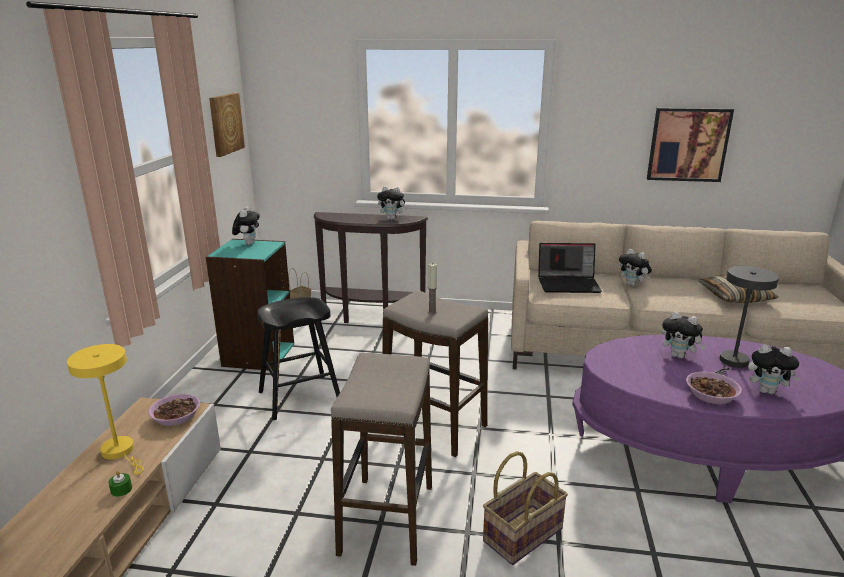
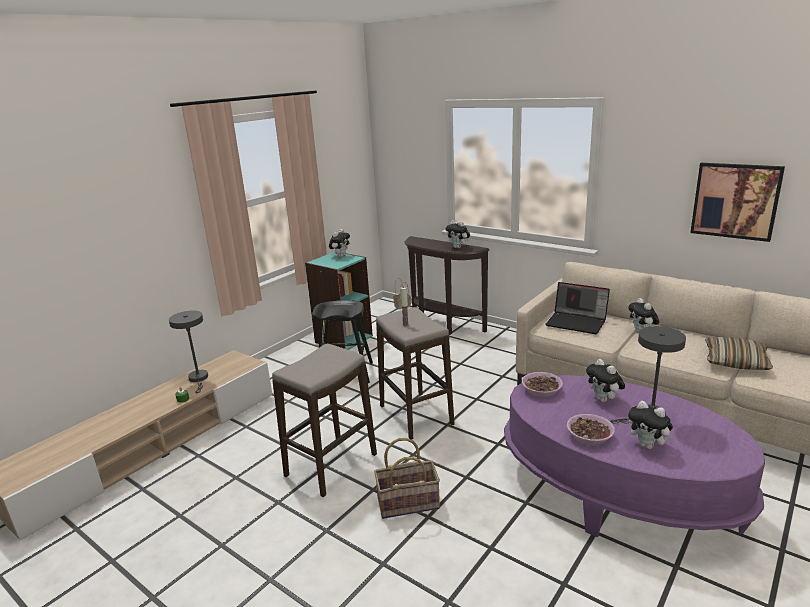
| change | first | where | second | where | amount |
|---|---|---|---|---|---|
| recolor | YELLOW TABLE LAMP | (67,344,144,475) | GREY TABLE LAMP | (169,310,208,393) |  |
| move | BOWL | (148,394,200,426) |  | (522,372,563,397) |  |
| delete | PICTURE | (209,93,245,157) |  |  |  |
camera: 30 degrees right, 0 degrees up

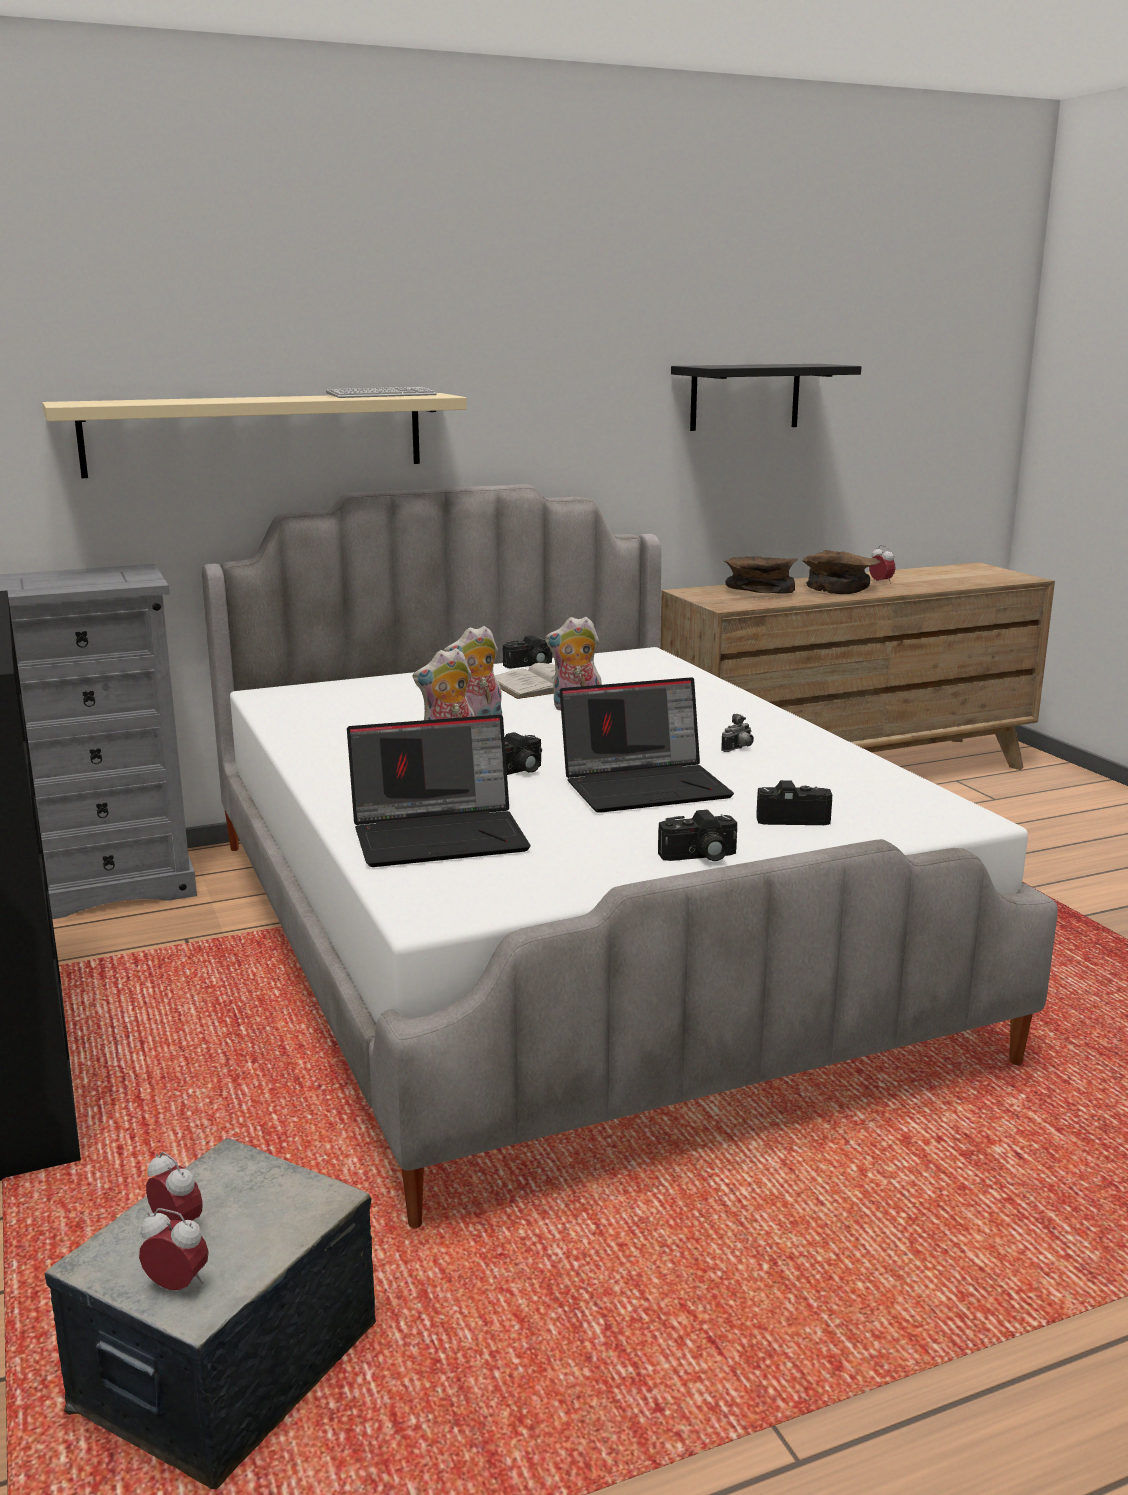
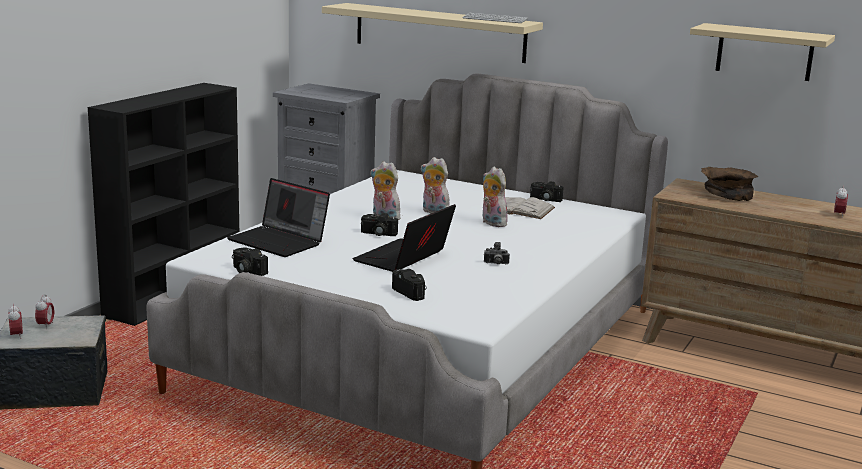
| change | first | where | second | where | amount |
|---|---|---|---|---|---|
| move | PHOTO CAMERA | (658,810,737,861) |  | (232,247,268,276) |  |
| rotate | LAPTOP | (560,677,734,813) |  | (353,204,456,272) | 90 degrees clockwise |
| recolor | BLACK SHELF | (671,364,861,431) | BEIGE SHELF | (690,23,835,81) |  |
| delete | BROWN BOWL | (803,550,881,594) |  |  |  |
camera: 50 degrees right, 0 degrees up

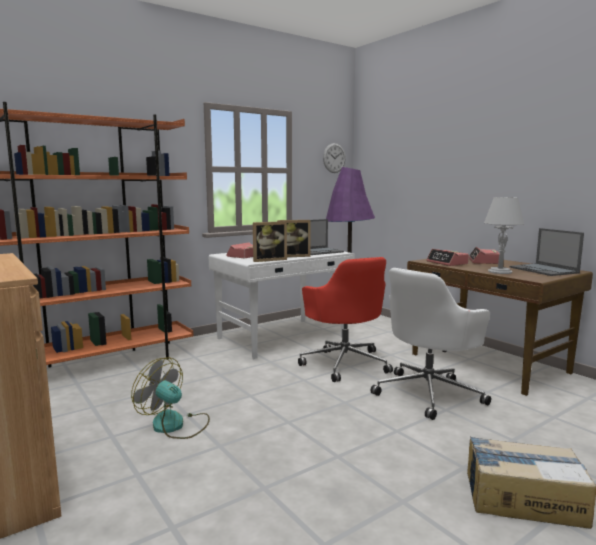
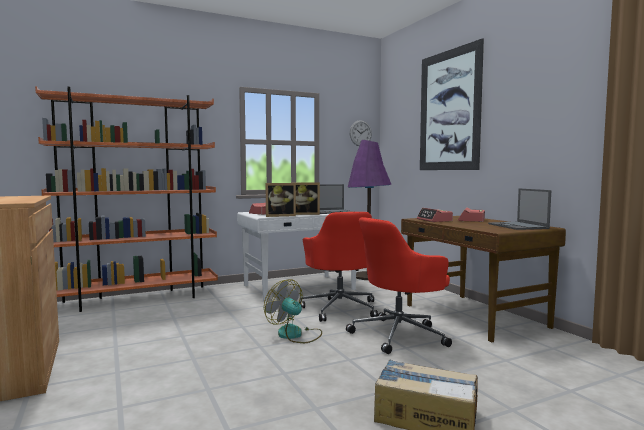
| change | first | where | second | where | amount |
|---|---|---|---|---|---|
| move | FAN | (131,357,210,439) |  | (264,279,322,343) |  |
| recolor | WHITE OFFICE CHAIR | (371,268,491,420) | RED OFFICE CHAIR | (346,217,452,354) |  |
| insert |  |  | PICTURE | (420,38,484,170) |  |
| delete | GREY TABLE LAMP | (484,197,524,274) |  |  |  |
camera: 10 degrees right, 5 degrees down

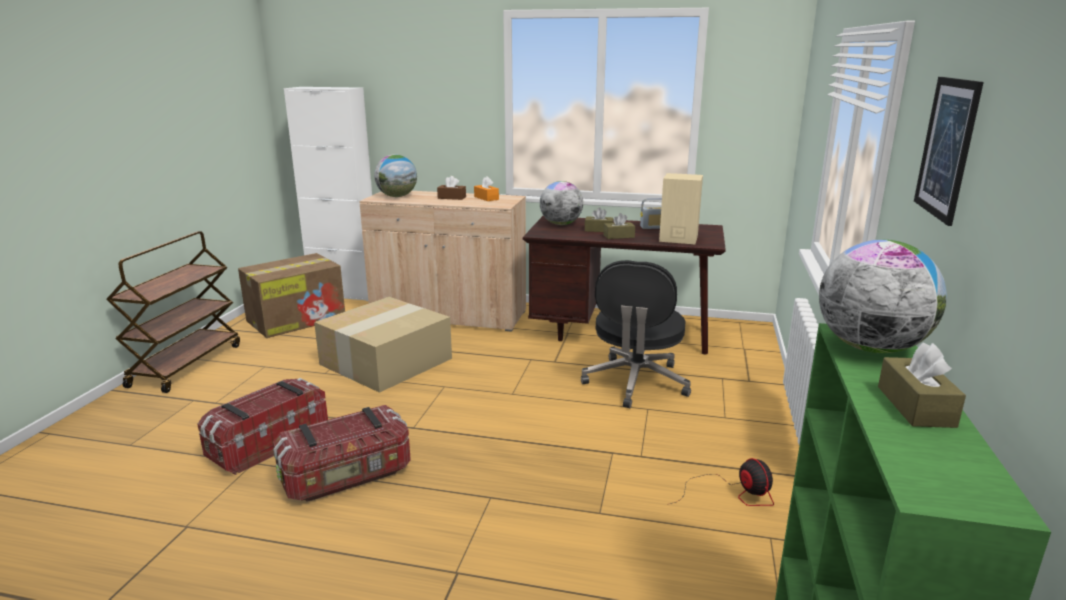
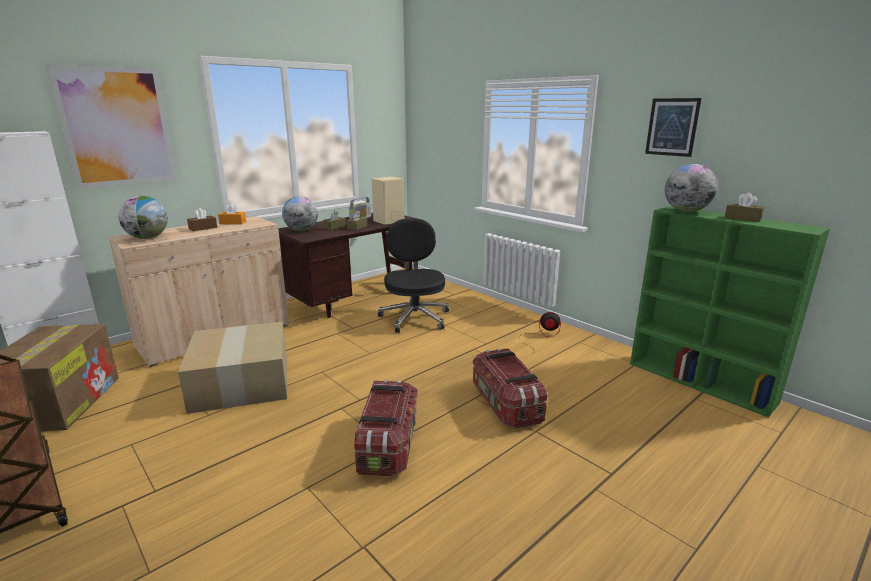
| change | first | where | second | where | amount |
|---|---|---|---|---|---|
| insert |  |  | PICTURE | (46,64,177,189) |  |
| rotate | BLACK OFFICE CHAIR | (581,260,691,408) |  | (378,218,449,333) | 150 degrees counterclockwise |
| move | STORAGE BOX | (198,378,328,475) |  | (473,348,547,429) |  |
camera: 55 degrees left, 0 degrees up

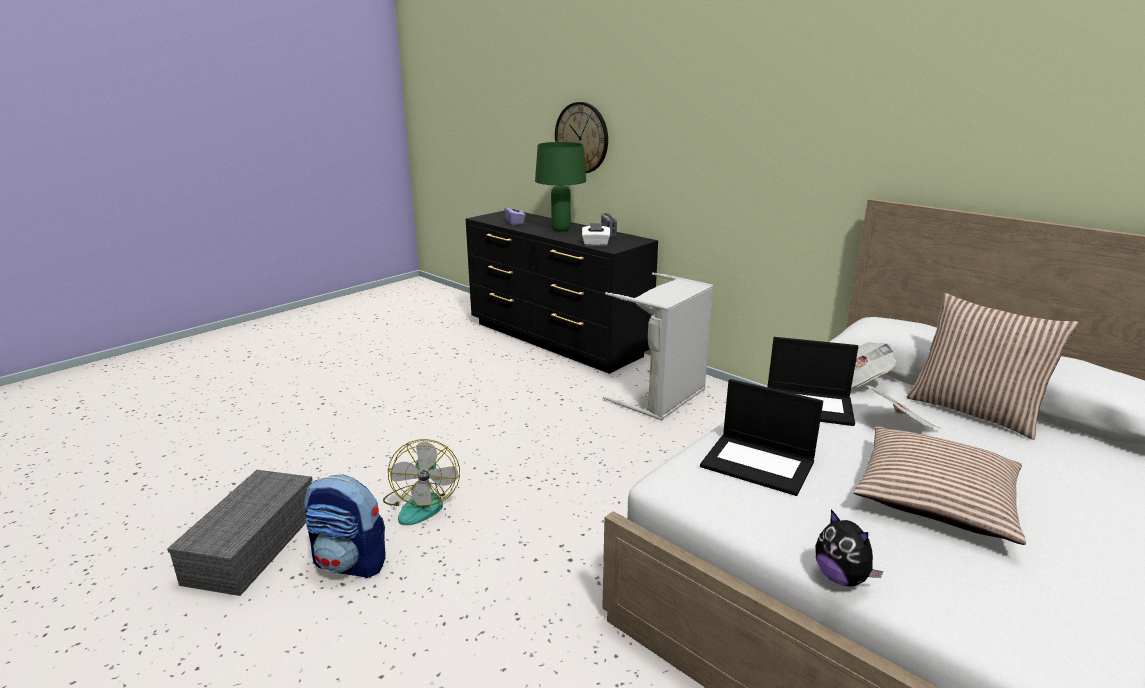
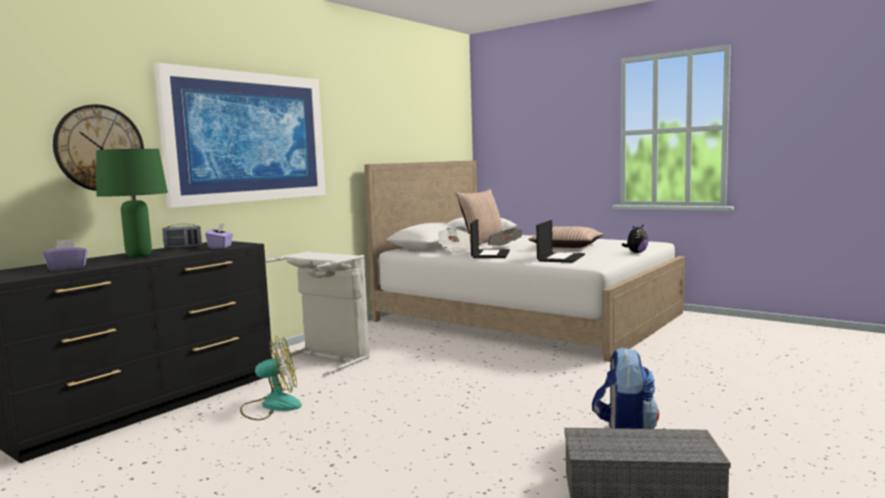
| change | first | where | second | where | amount |
|---|---|---|---|---|---|
| insert |  |  | PICTURE | (153,63,326,208) |  |
| recolor | WHITE TISSUE BOX | (582,223,610,246) | PURPLE TISSUE BOX | (205,223,233,249) |  |
| move | FAN | (383,439,460,525) |  | (240,336,302,420) |  |
camera: 95 degrees left, 15 degrees down

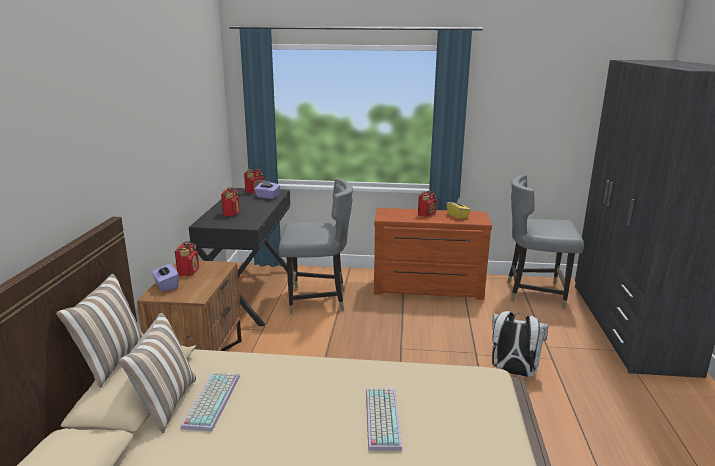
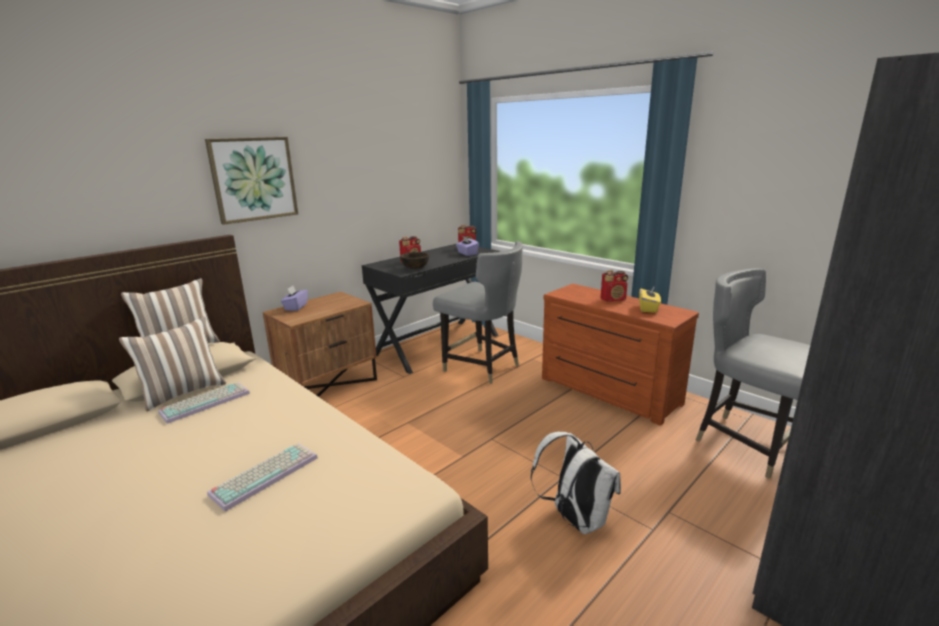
| change | first | where | second | where | amount |
|---|---|---|---|---|---|
| insert |  |  | PICTURE | (205,137,298,225) |  |
| insert |  |  | BROWN BOWL | (400,252,429,269) |  |
| delete | RADIO | (175,241,199,276) |  |  |  |
camera: 40 degrees right, 0 degrees up

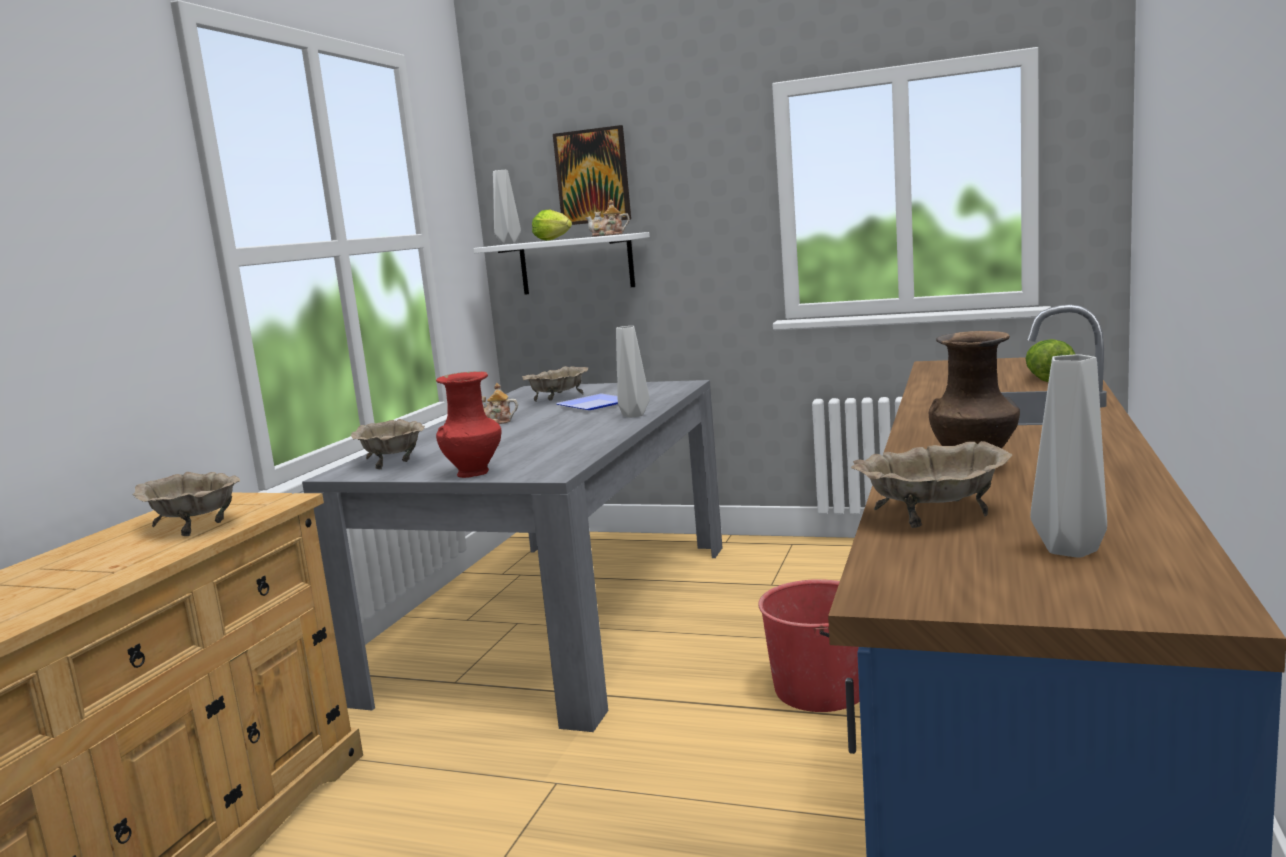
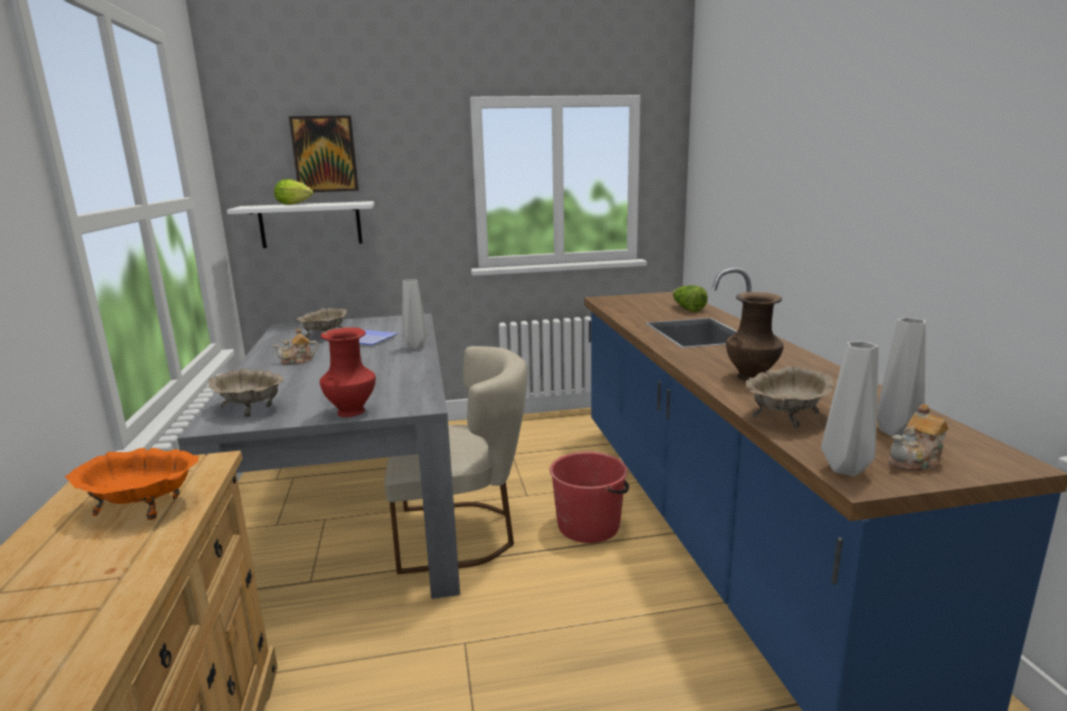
| change | first | where | second | where | amount |
|---|---|---|---|---|---|
| recolor | BEIGE BOWL | (132,472,240,536) | ORANGE BOWL | (65,448,199,520) |  |
| insert |  |  | BEIGE CHAIR | (384,346,528,574) |  |
| move | GREY VASE | (493,170,521,245) |  | (821,341,879,476) |  |
| move | TEAPOT | (585,200,630,237) |  | (888,404,948,471) |  |
camera: 30 degrees left, 5 degrees up

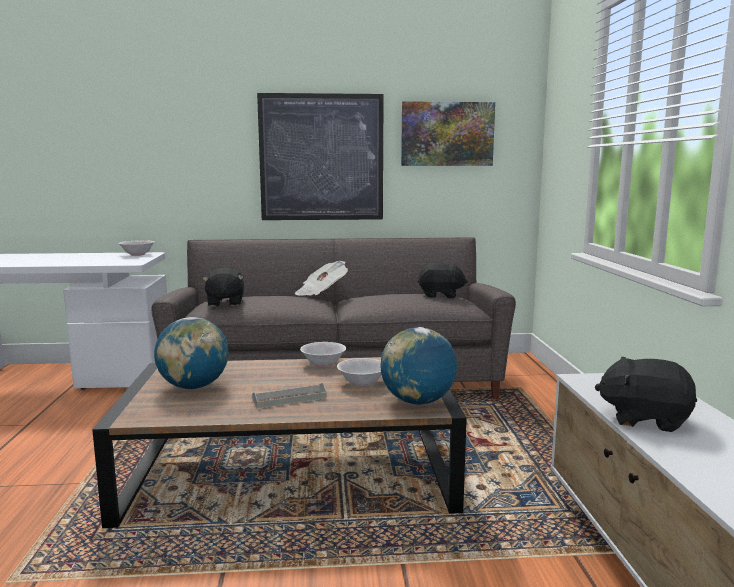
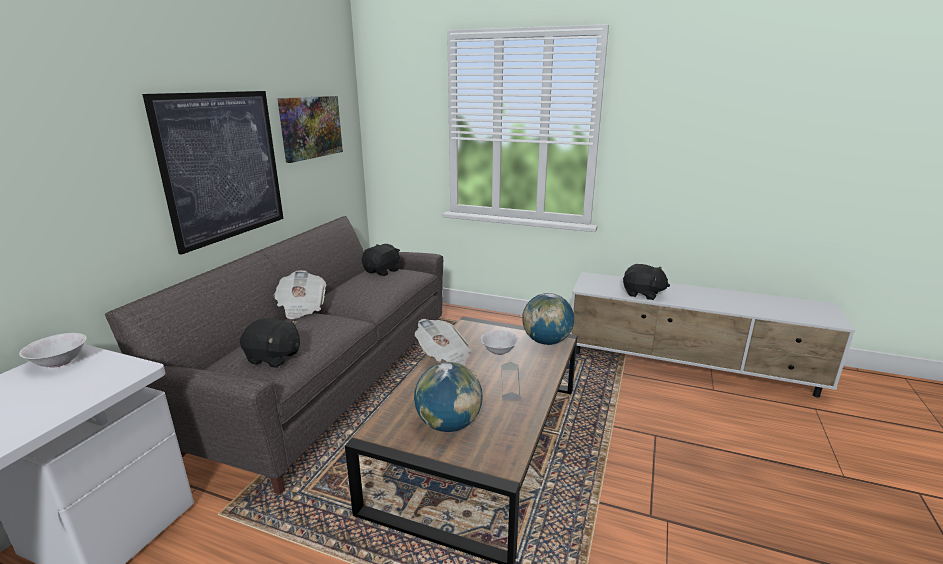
| change | first | where | second | where | amount |
|---|---|---|---|---|---|
| replace | WHITE BOWL | (300,342,346,367) | NEWSPAPER | (415,319,472,366) |  |
| rotate | BLACK PLUSH TOY | (595,357,697,432) |  | (623,264,670,300) | 105 degrees counterclockwise |
camera: 65 degrees left, 10 degrees up

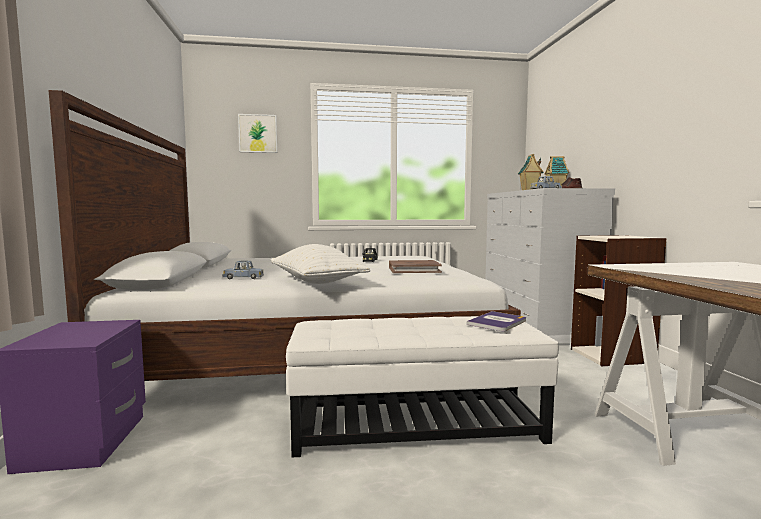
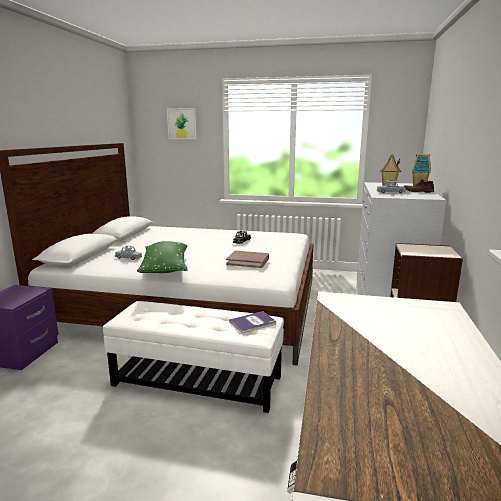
| change | first | where | second | where | amount |
|---|---|---|---|---|---|
| recolor | WHITE PILLOW | (270,244,370,284) | GREEN PILLOW | (137,241,187,273) |  |
camera: 20 degrees right, 10 degrees up

